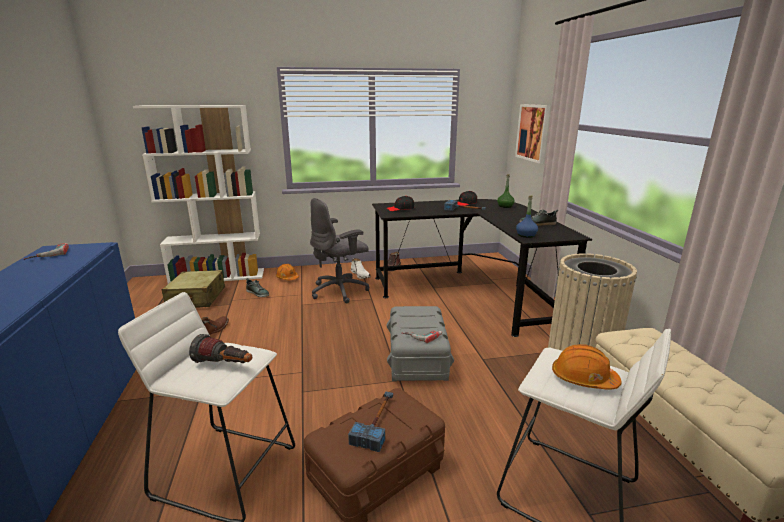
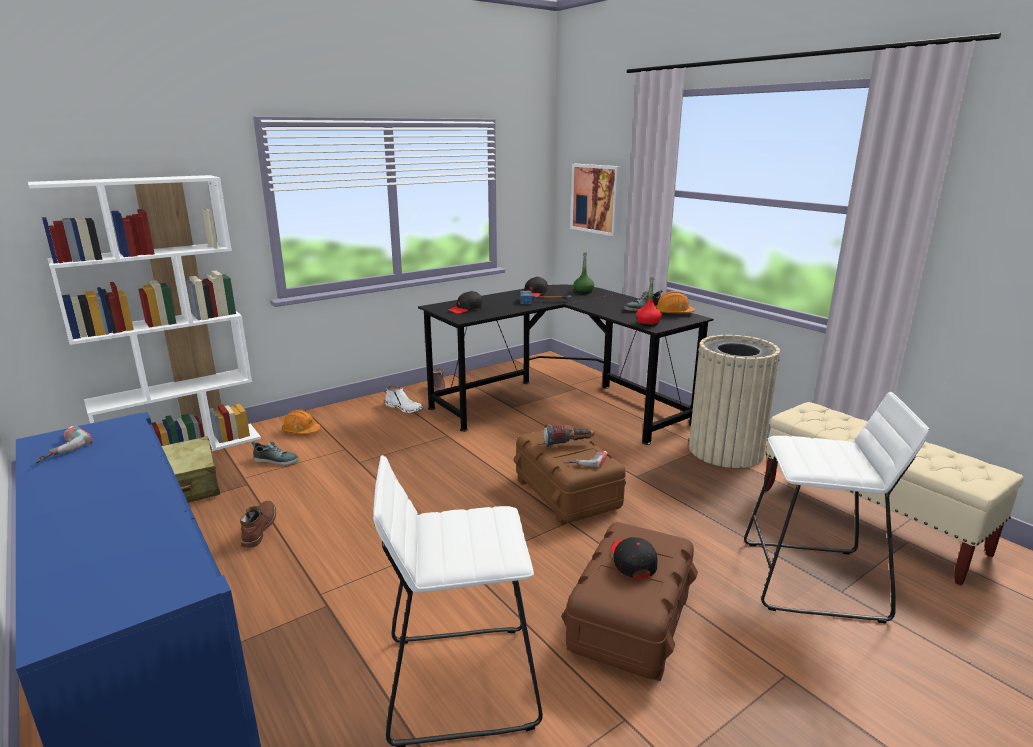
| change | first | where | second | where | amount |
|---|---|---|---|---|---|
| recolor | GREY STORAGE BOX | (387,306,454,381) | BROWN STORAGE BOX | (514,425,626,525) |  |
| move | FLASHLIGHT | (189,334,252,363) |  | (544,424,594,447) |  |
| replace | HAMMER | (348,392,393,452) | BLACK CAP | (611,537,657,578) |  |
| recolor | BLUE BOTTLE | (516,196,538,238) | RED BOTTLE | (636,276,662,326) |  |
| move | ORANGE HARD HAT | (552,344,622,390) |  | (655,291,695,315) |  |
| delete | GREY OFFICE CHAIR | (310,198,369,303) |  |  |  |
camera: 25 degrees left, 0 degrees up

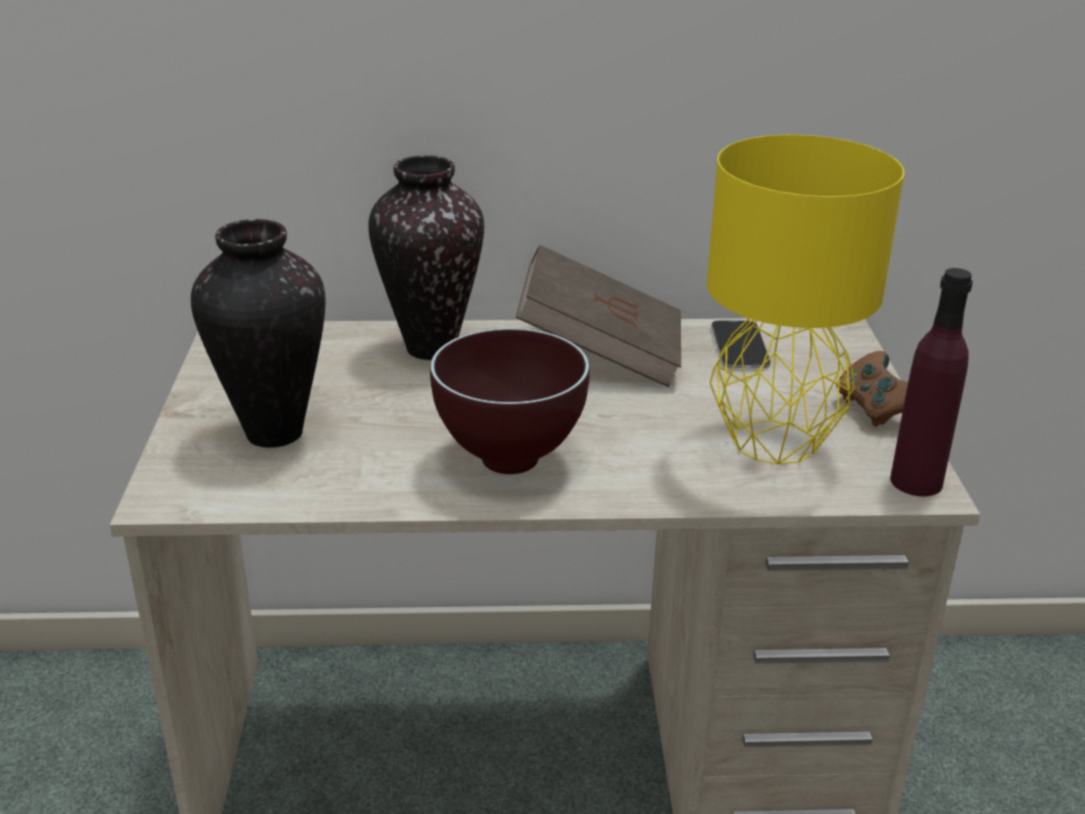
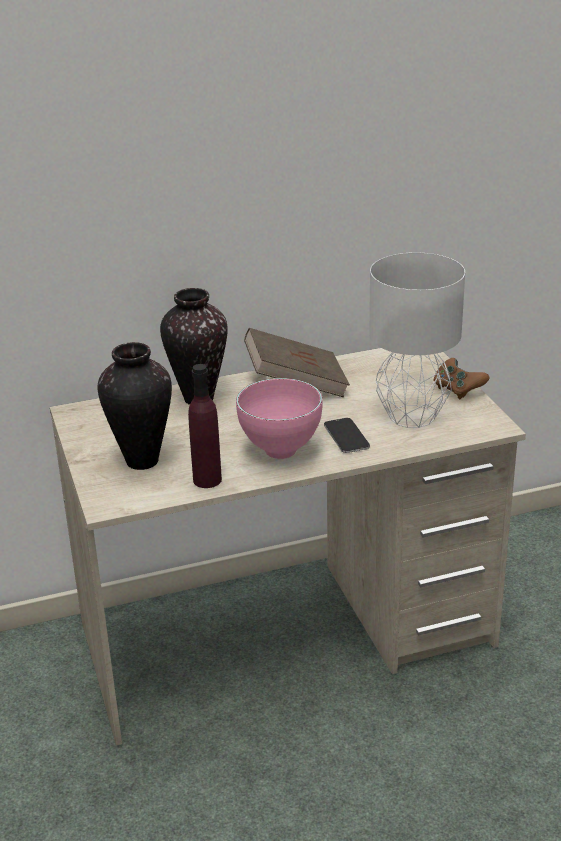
| change | first | where | second | where | amount |
|---|---|---|---|---|---|
| move | PURPLE BOTTLE | (890,268,973,496) |  | (188,364,222,488) |  |
| recolor | BROWN BOWL | (430,328,590,474) | PINK BOWL | (236,378,323,459) |  |
| move | PHONE | (712,321,771,368) |  | (324,418,370,453) |  |
| recolor | YELLOW TABLE LAMP | (707,135,904,464) | GREY TABLE LAMP | (369,253,465,428) |  |
camera: 15 degrees left, 0 degrees up

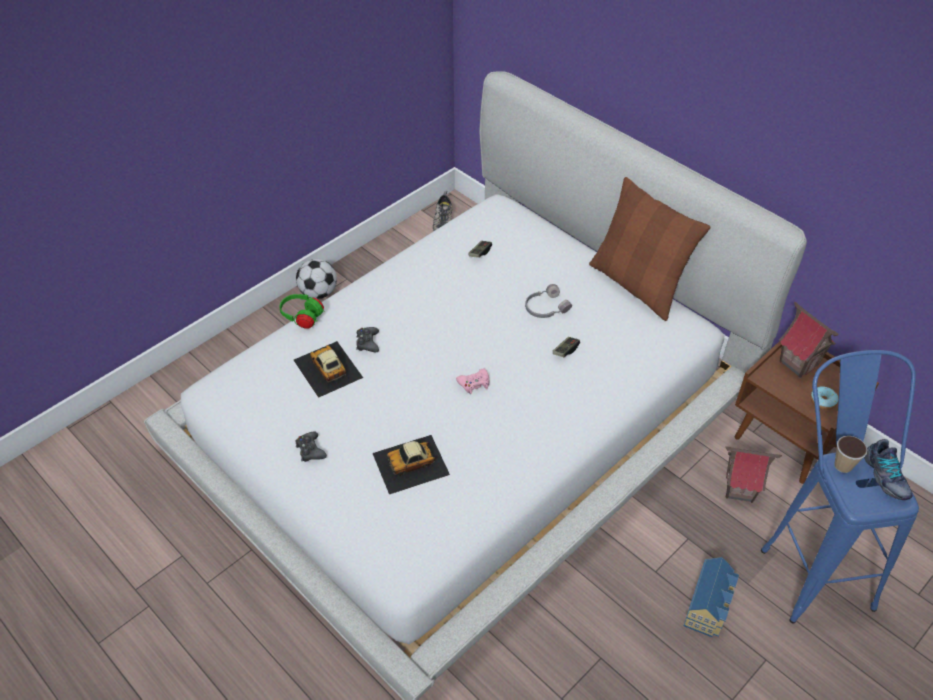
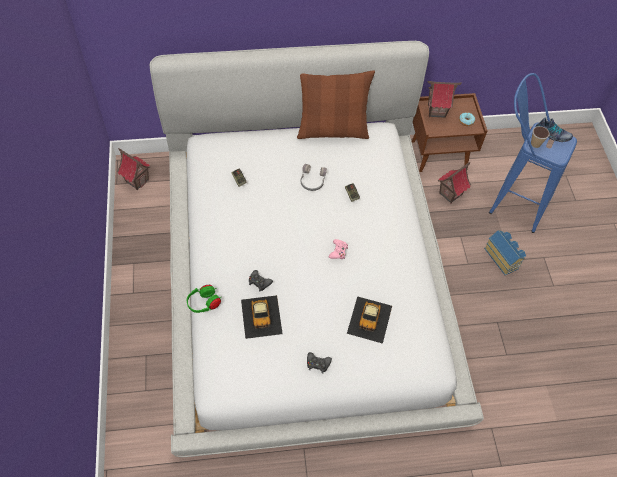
| change | first | where | second | where | amount |
|---|---|---|---|---|---|
| replace | SHOE | (433,191,452,231) | TOY HOUSE | (117,148,151,190) |  |
| rotate | TOY CAR | (294,341,363,398) |  | (241,295,283,339) | 105 degrees counterclockwise |
| delete | FOOTBALL | (296,259,337,299) |  |  |  |
camera: 55 degrees left, 10 degrees up

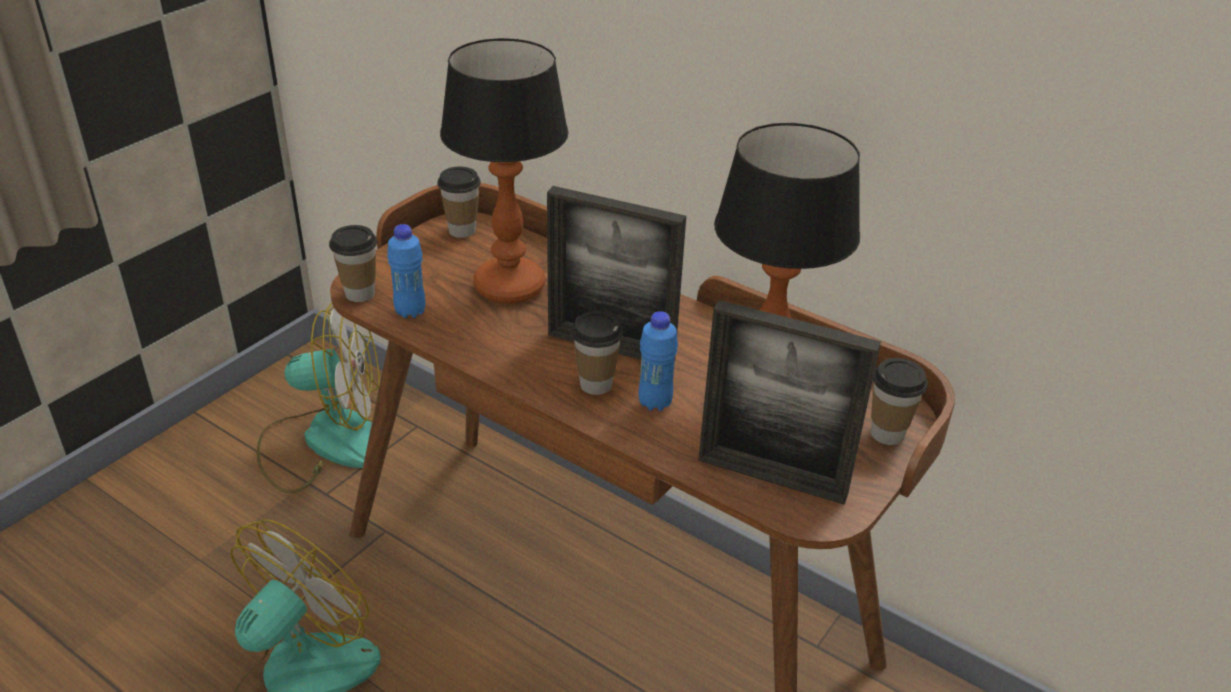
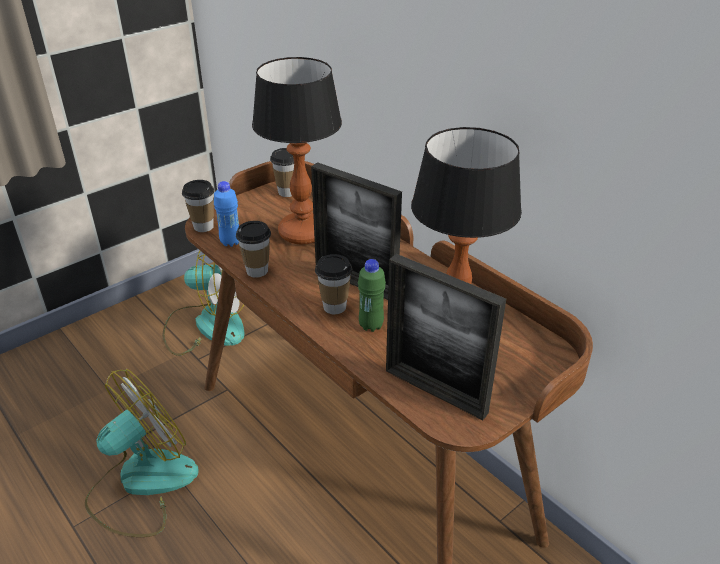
| change | first | where | second | where | amount |
|---|---|---|---|---|---|
| move | CUP | (871,358,928,445) |  | (236,221,271,278) |  |
| recolor | BLUE BOTTLE | (638,311,678,411) | GREEN BOTTLE | (358,259,386,332) |  |
camera: 15 degrees right, 0 degrees up

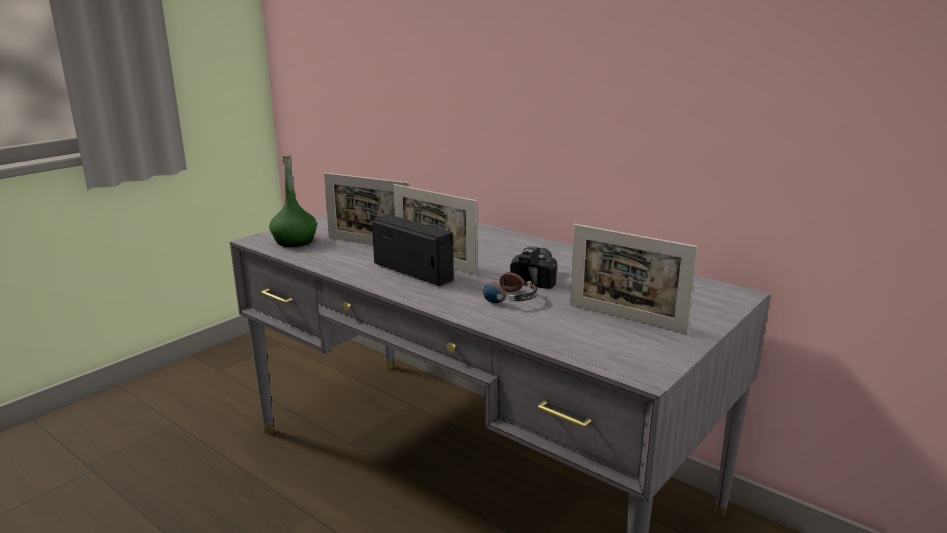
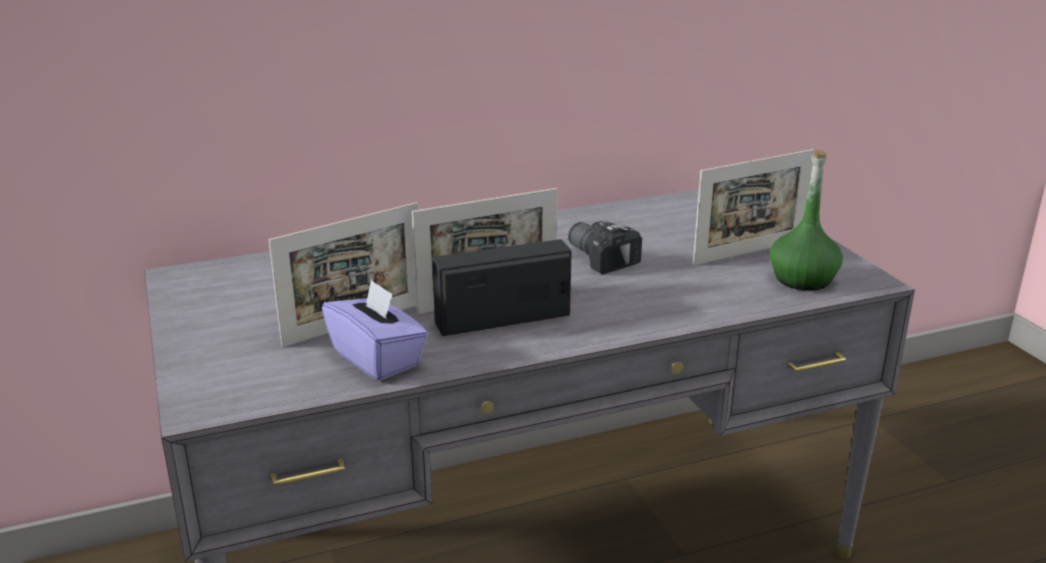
| change | first | where | second | where | amount |
|---|---|---|---|---|---|
| insert |  |  | PURPLE TISSUE BOX | (322,279,428,381) |  |
| move | GREEN BOTTLE | (269,154,317,247) |  | (770,150,843,291) |  |
| delete | HEADPHONES | (483,272,538,303) |  |  |  |
camera: 60 degrees left, 5 degrees up

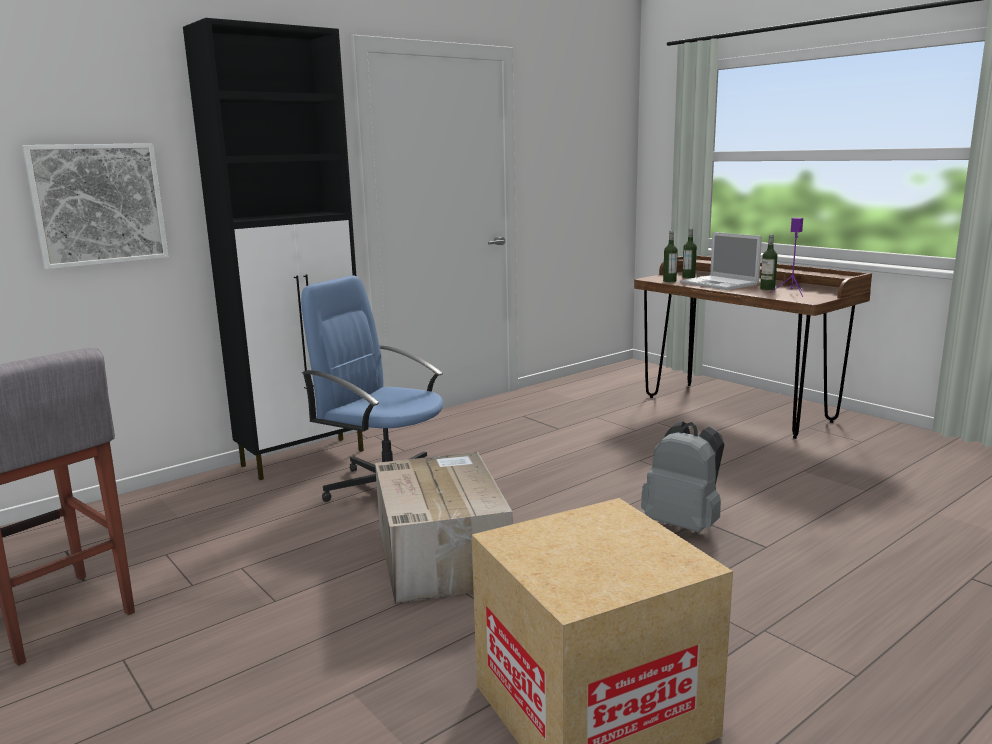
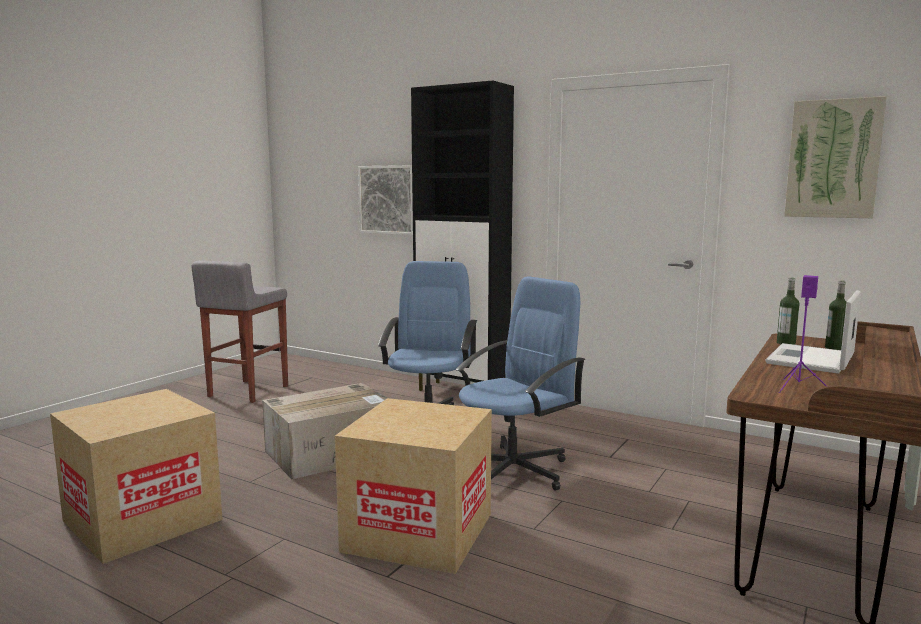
| change | first | where | second | where | amount |
|---|---|---|---|---|---|
| replace | GREY BACKPACK | (641,421,724,533) | CARDBOARD BOX | (335,398,492,574) |  |
| insert |  |  | BLUE OFFICE CHAIR | (456,276,585,490) |  |
| insert |  |  | PICTURE | (784,96,887,218) |  |
| delete | BOTTLE | (760,234,777,290) |  |  |  |
camera: 70 degrees right, 5 degrees down

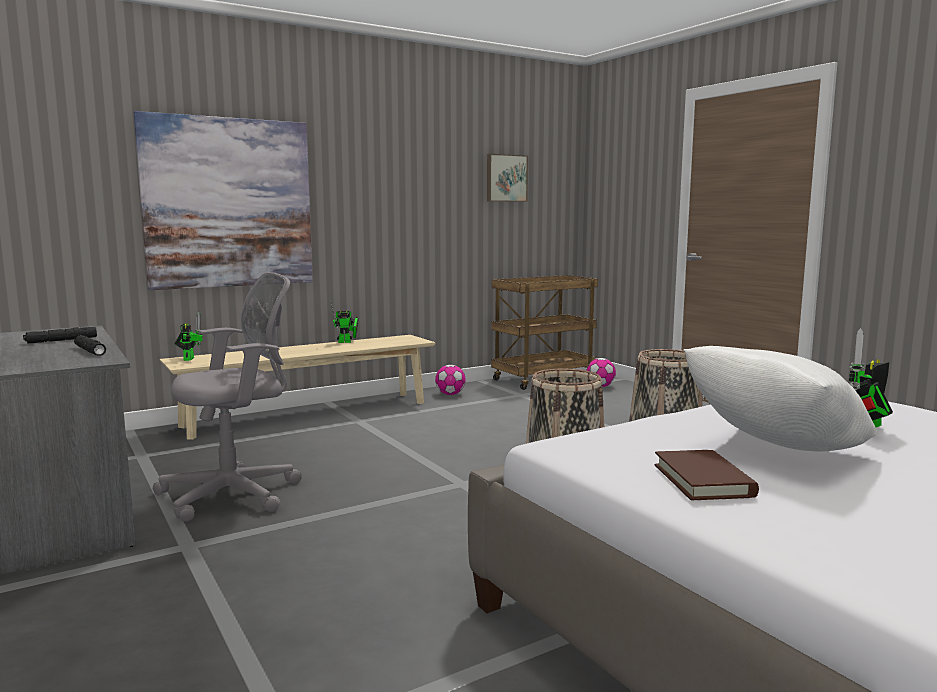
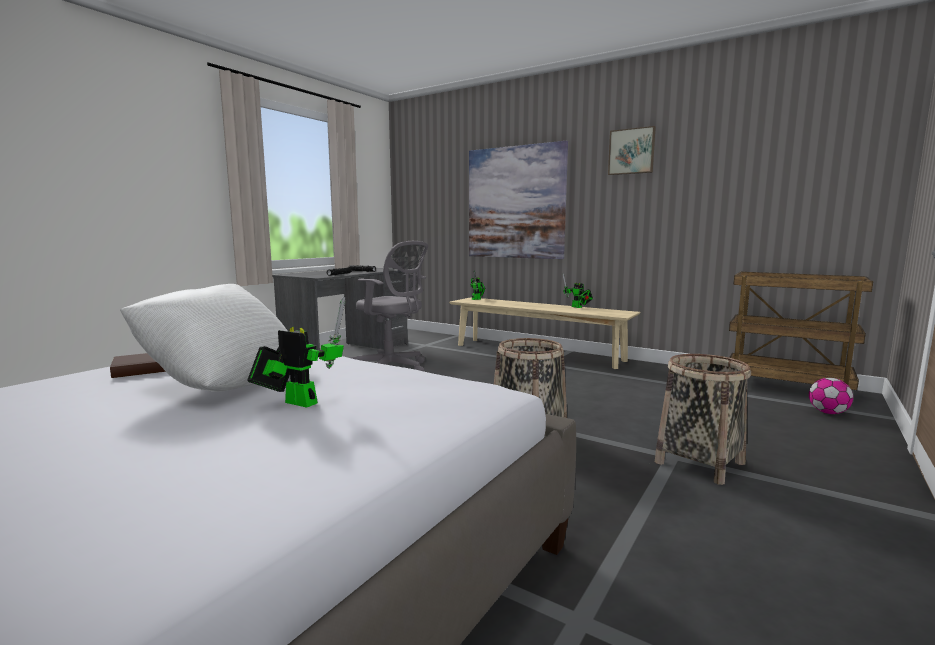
| change | first | where | second | where | amount |
|---|---|---|---|---|---|
| move | PICTURE | (487,154,528,202) |  | (608,126,656,175) |  |
| delete | FOOTBALL | (435,365,466,395) |  |  |  |
camera: 65 degrees right, 0 degrees up

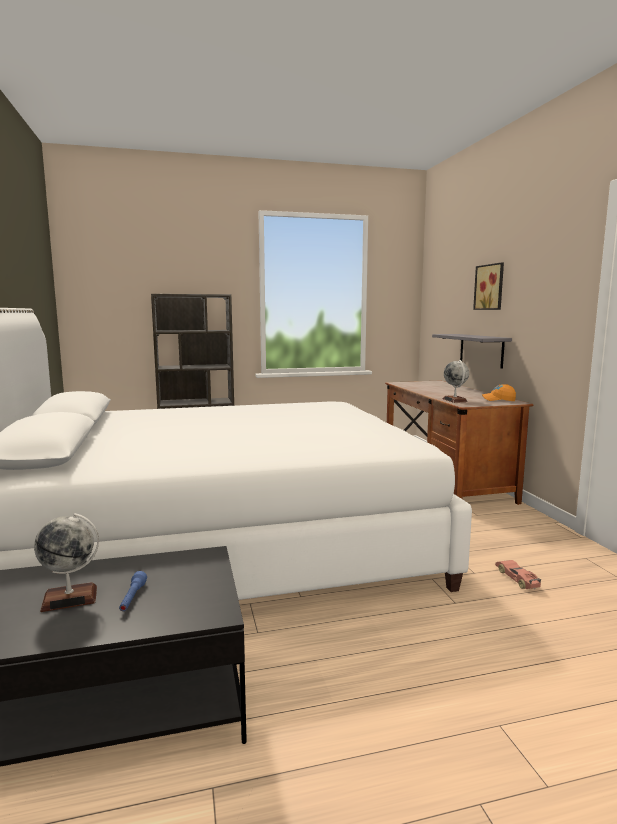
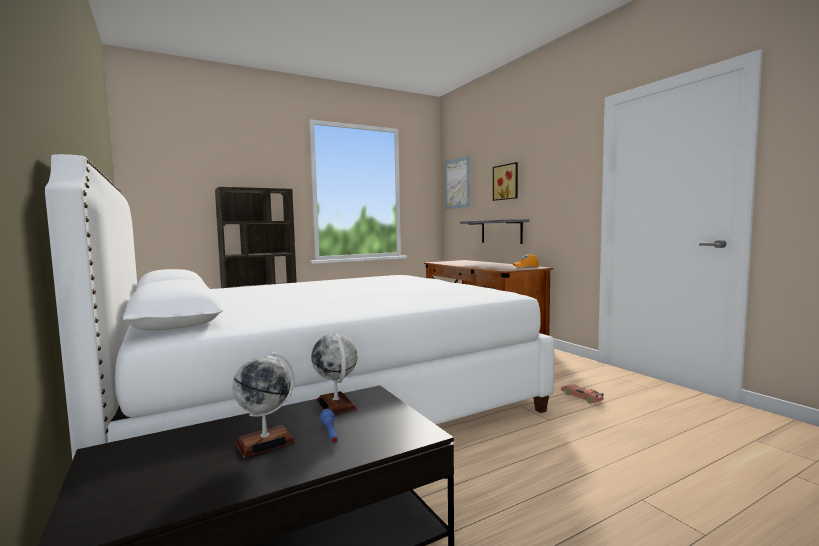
| change | first | where | second | where | amount |
|---|---|---|---|---|---|
| move | GLOBE | (442,360,469,403) |  | (311,333,358,415) |  |
| insert |  |  | PICTURE | (445,155,470,209) |  |
camera: 15 degrees left, 5 degrees down

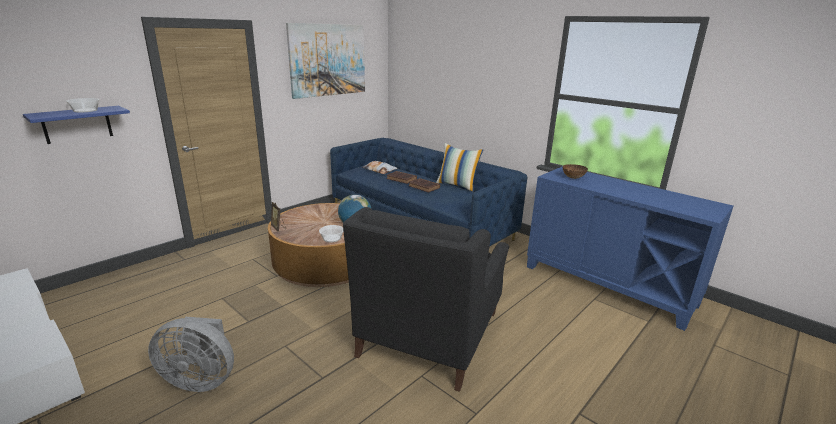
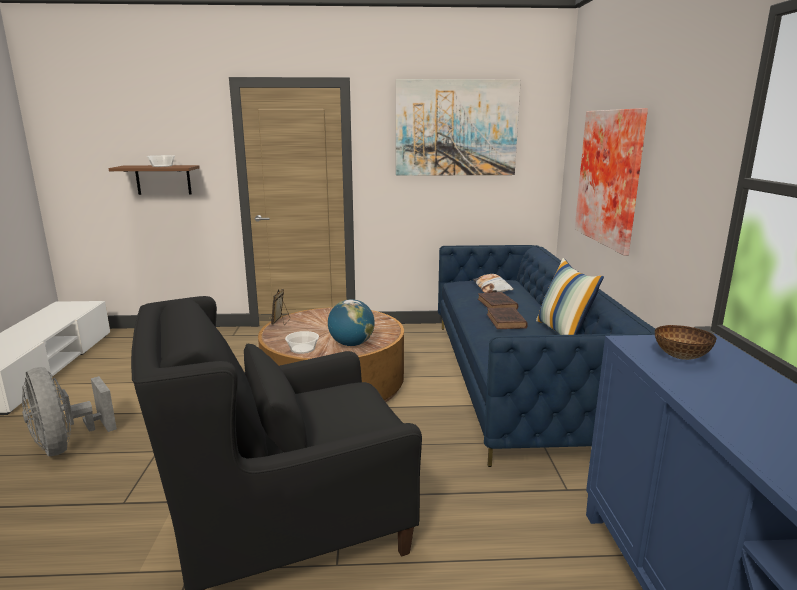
| change | first | where | second | where | amount |
|---|---|---|---|---|---|
| recolor | BLUE SHELF | (23,106,130,144) | BROWN SHELF | (109,165,200,195) |  |
| insert |  |  | PICTURE | (575,108,648,256) |  |
camera: 45 degrees right, 5 degrees down

